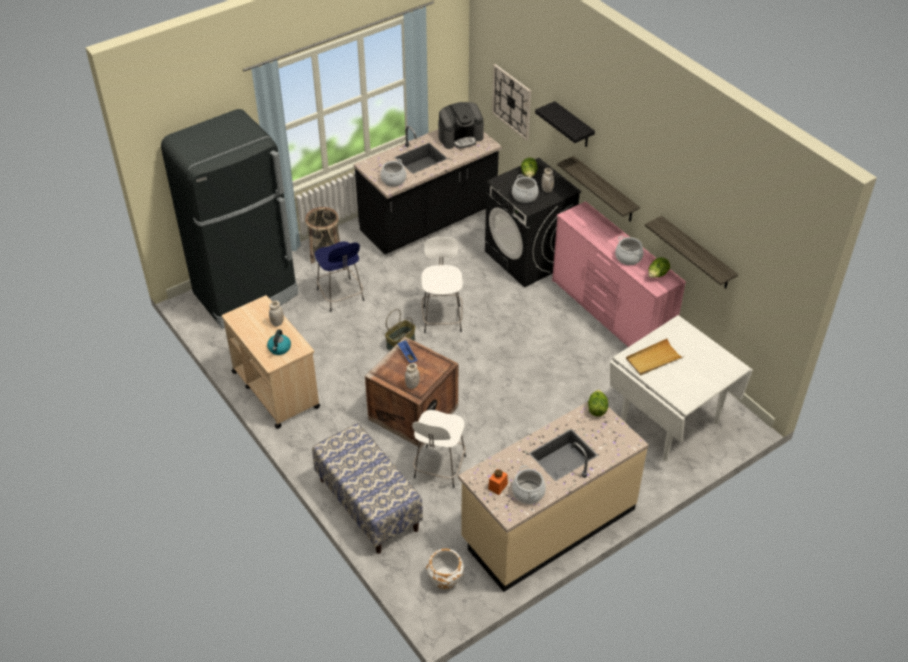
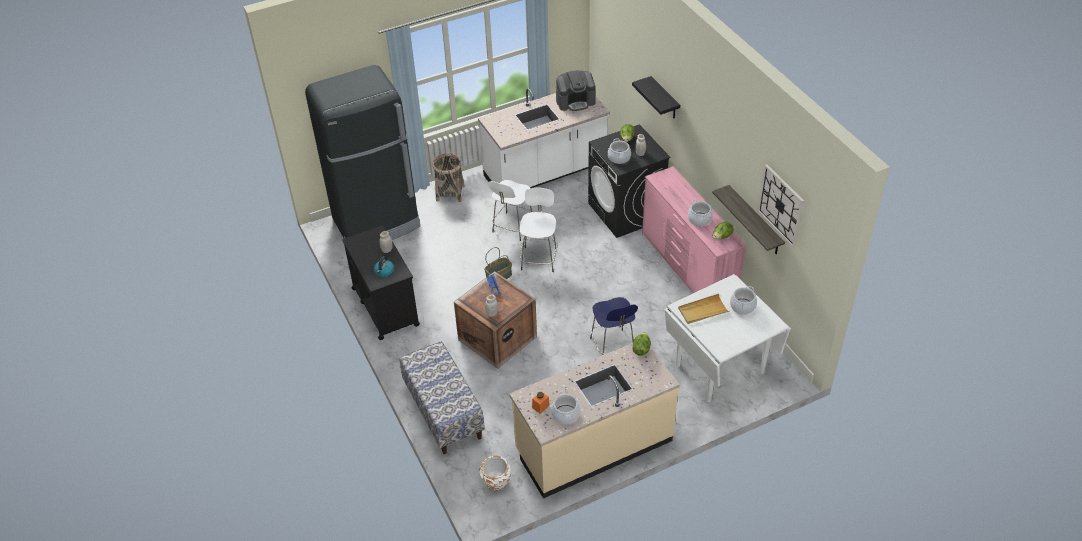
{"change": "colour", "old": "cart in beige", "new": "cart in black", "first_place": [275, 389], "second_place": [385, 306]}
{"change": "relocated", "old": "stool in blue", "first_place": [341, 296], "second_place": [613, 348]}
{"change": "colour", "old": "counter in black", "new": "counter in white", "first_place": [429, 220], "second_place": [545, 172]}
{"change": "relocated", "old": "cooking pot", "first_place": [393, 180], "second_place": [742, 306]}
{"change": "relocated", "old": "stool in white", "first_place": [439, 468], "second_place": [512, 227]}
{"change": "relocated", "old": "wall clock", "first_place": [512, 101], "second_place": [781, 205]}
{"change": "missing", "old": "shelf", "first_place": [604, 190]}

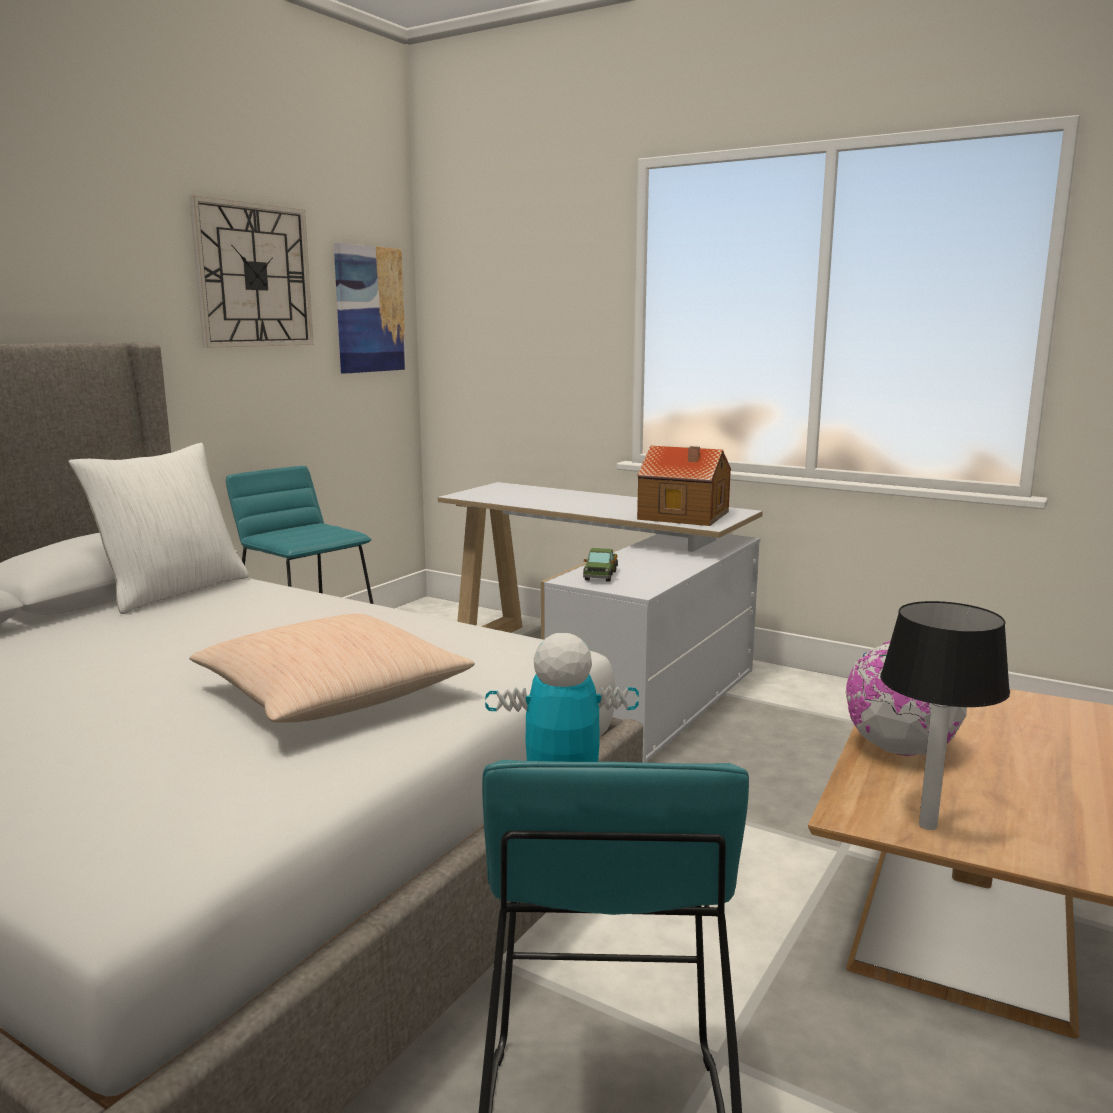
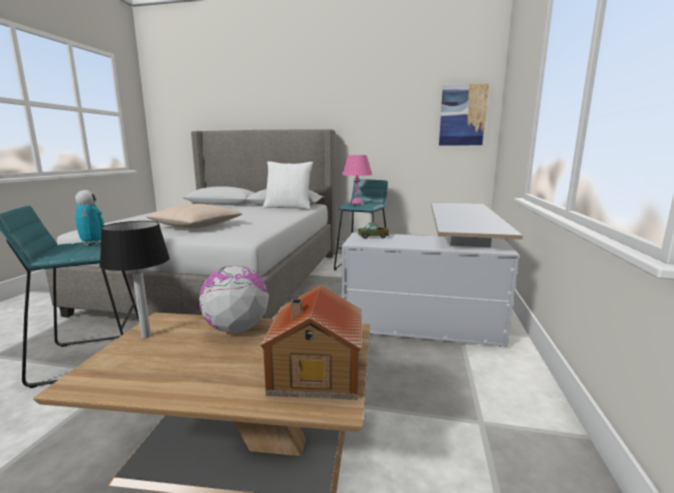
{"change": "missing", "old": "wall clock", "first_place": [254, 276]}
{"change": "relocated", "old": "toy house", "first_place": [684, 516], "second_place": [314, 372]}
{"change": "appeared", "new": "table lamp in pink", "second_place": [356, 204]}

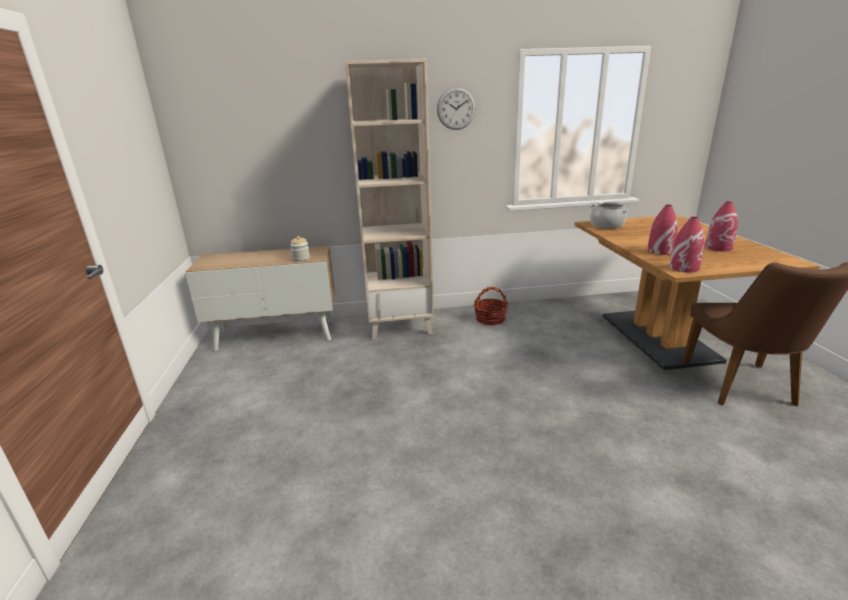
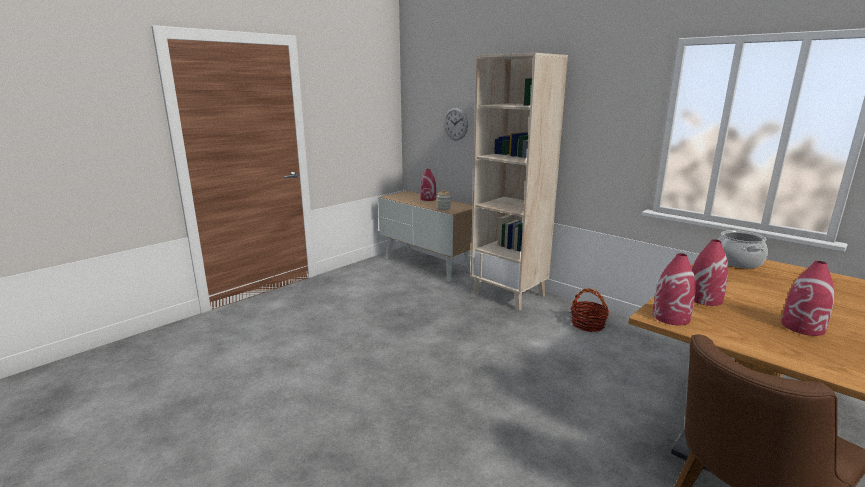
{"change": "relocated", "old": "wall clock", "first_place": [456, 108], "second_place": [455, 124]}
{"change": "appeared", "new": "vase in red", "second_place": [428, 199]}

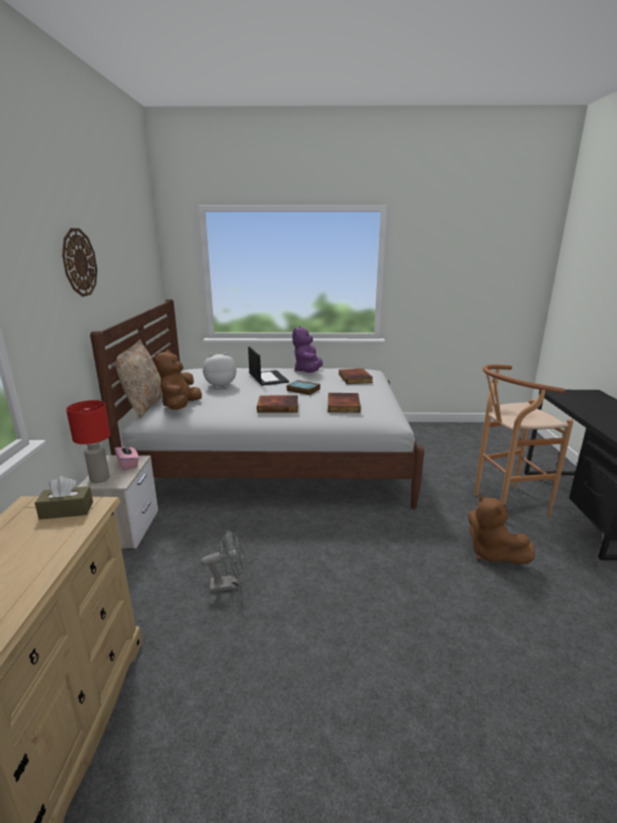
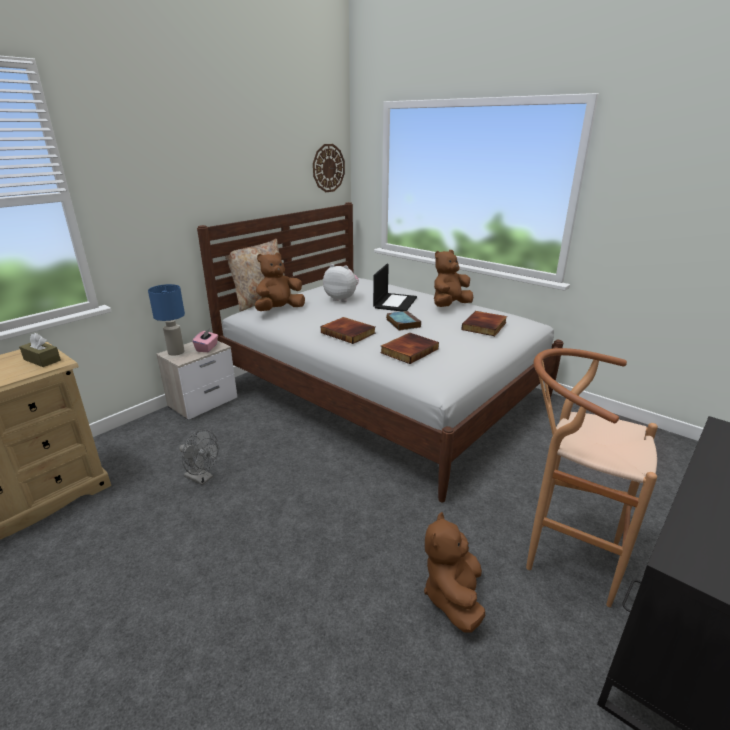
{"change": "relocated", "old": "wall clock", "first_place": [79, 262], "second_place": [328, 168]}
{"change": "colour", "old": "table lamp in red", "new": "table lamp in blue", "first_place": [100, 478], "second_place": [176, 352]}
{"change": "colour", "old": "plush toy in purple", "new": "plush toy in brown", "first_place": [308, 372], "second_place": [449, 306]}

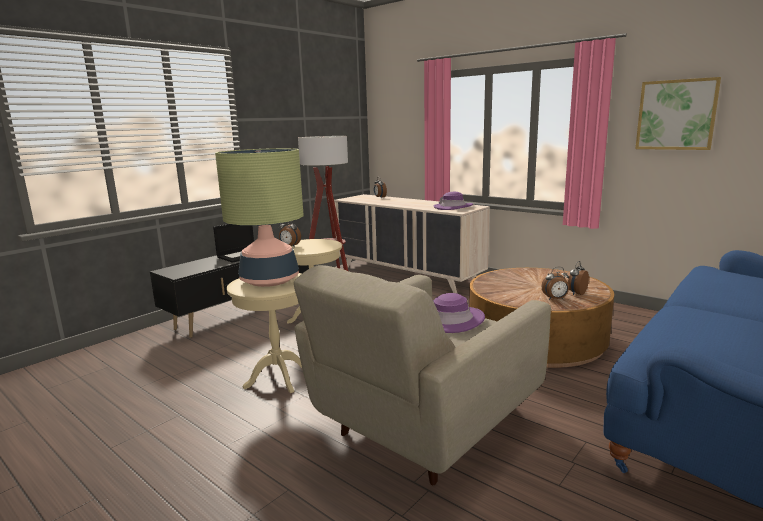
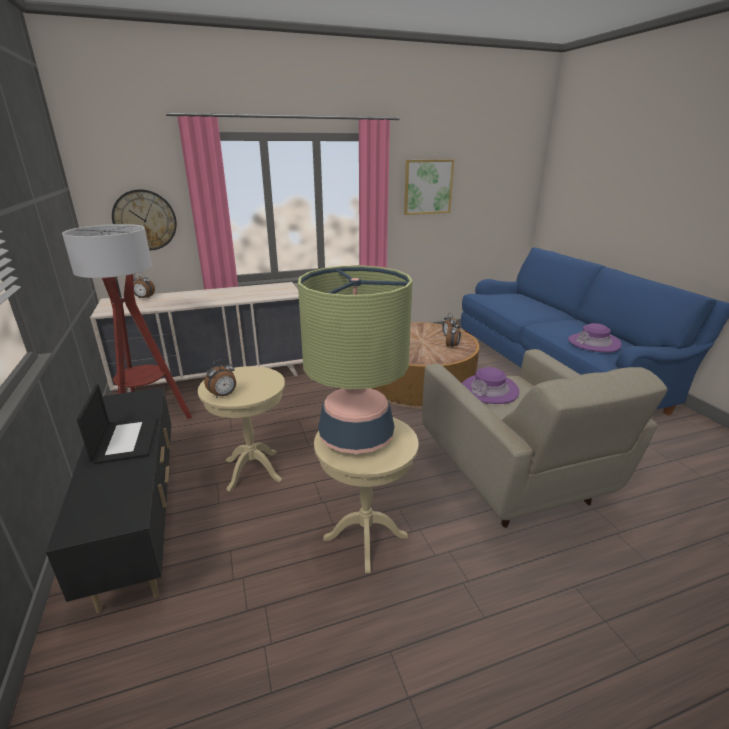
{"change": "relocated", "old": "hat in purple", "first_place": [453, 207], "second_place": [594, 343]}
{"change": "appeared", "new": "wall clock", "second_place": [145, 220]}

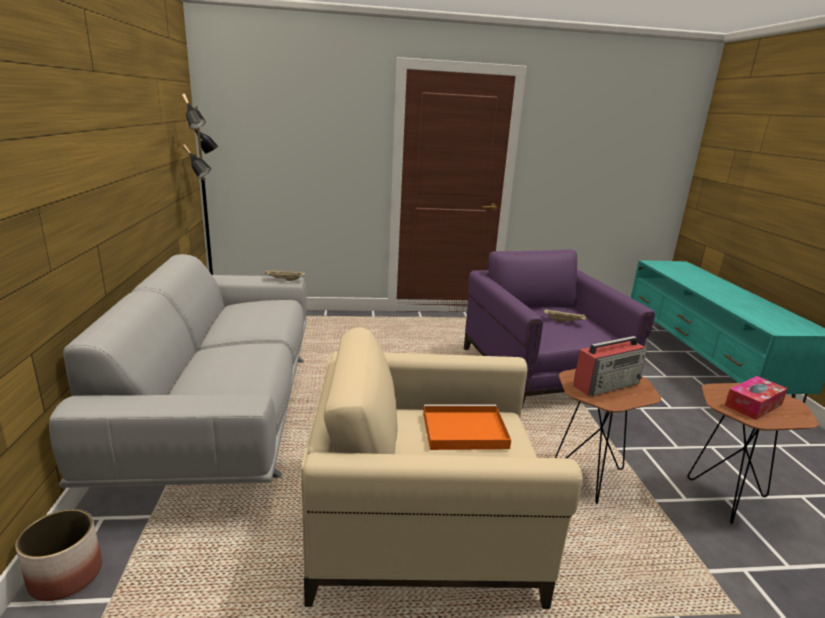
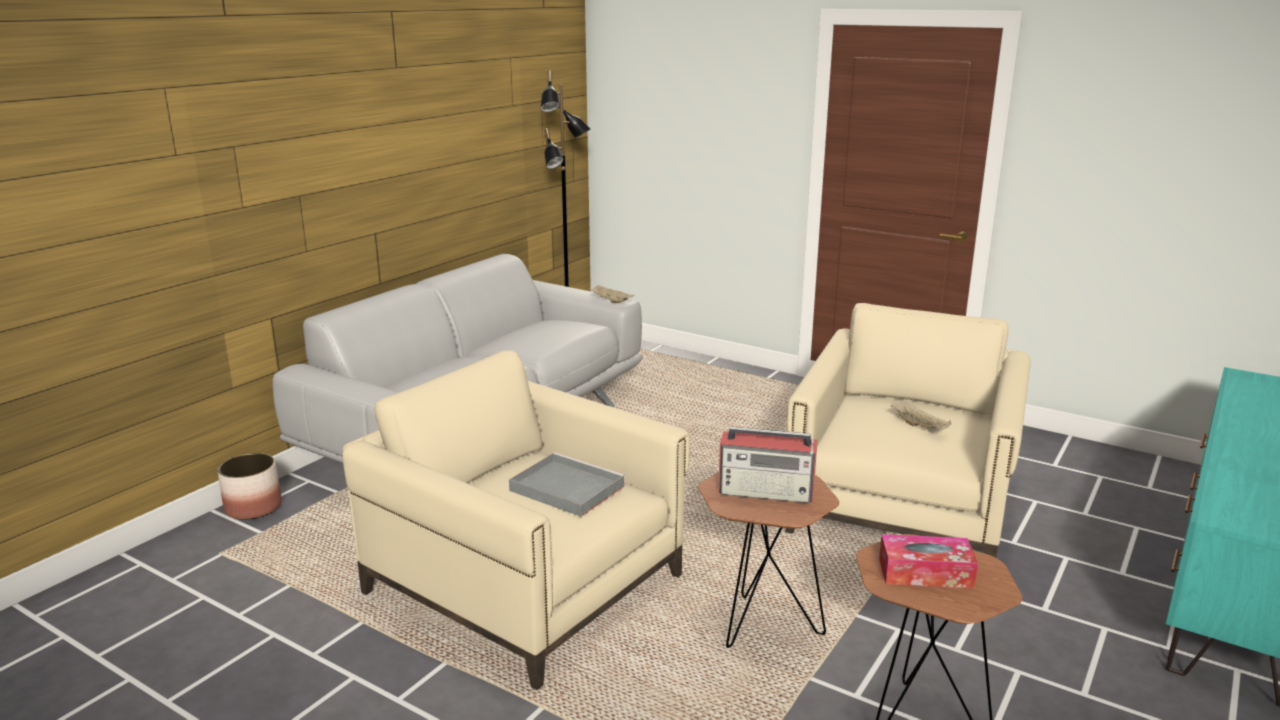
{"change": "colour", "old": "tray in orange", "new": "tray in grey", "first_place": [462, 431], "second_place": [565, 488]}
{"change": "colour", "old": "armchair in purple", "new": "armchair in beige", "first_place": [541, 372], "second_place": [902, 504]}

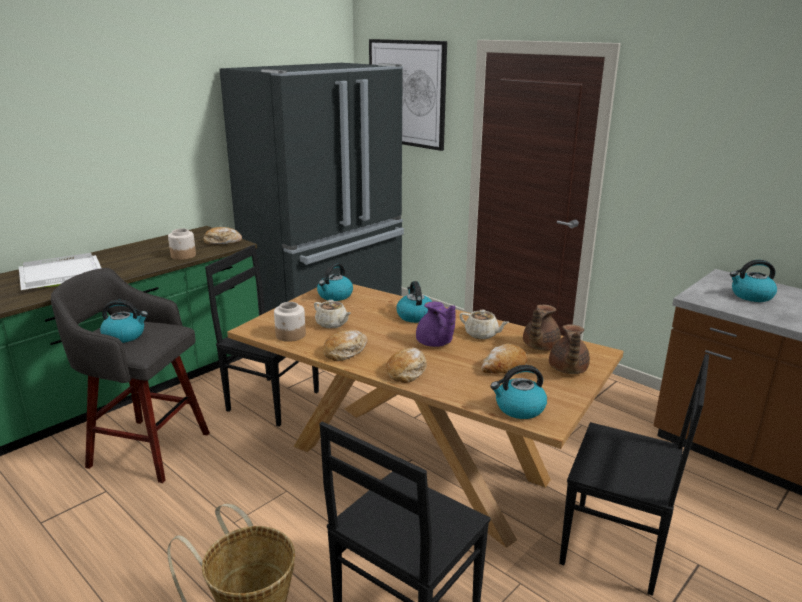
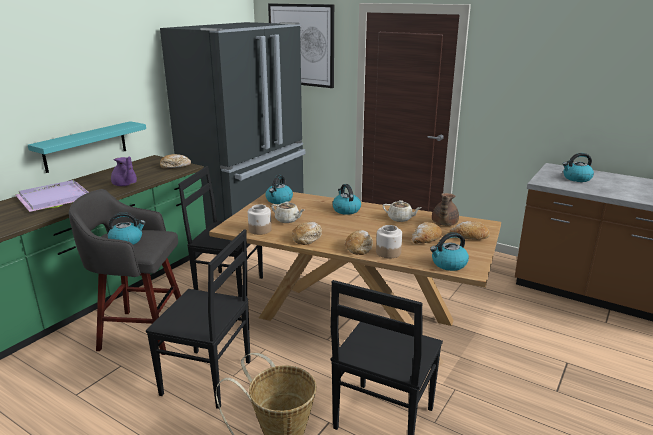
{"change": "colour", "old": "tray in white", "new": "tray in purple", "first_place": [63, 275], "second_place": [56, 198]}
{"change": "relocated", "old": "jar", "first_place": [183, 256], "second_place": [388, 252]}
{"change": "relocated", "old": "teapot in purple", "first_place": [435, 343], "second_place": [125, 185]}
{"change": "exchanged", "old": "teapot in brown", "new": "bread", "first_place": [567, 369], "second_place": [469, 237]}
{"change": "relocated", "old": "chair in black", "first_place": [617, 547], "second_place": [209, 378]}
{"change": "appeared", "new": "shelf in turquoise", "second_place": [85, 146]}

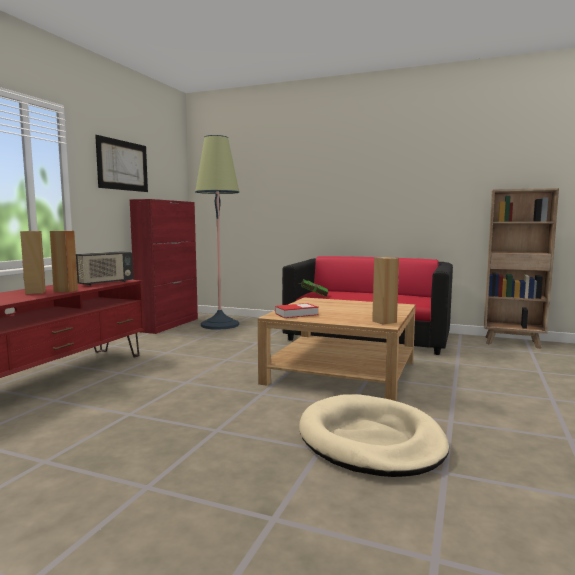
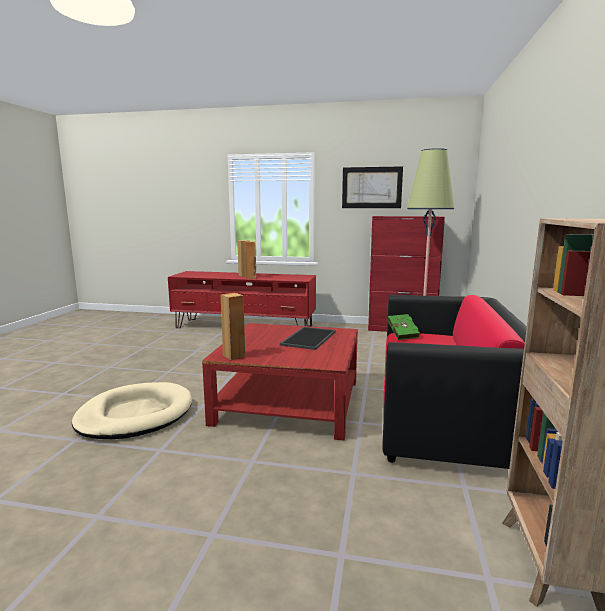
{"change": "missing", "old": "radio", "first_place": [105, 283]}
{"change": "colour", "old": "coffee table in beige", "new": "coffee table in red", "first_place": [341, 372], "second_place": [289, 401]}
{"change": "missing", "old": "book", "first_place": [296, 314]}
{"change": "appeared", "new": "tray", "second_place": [308, 338]}

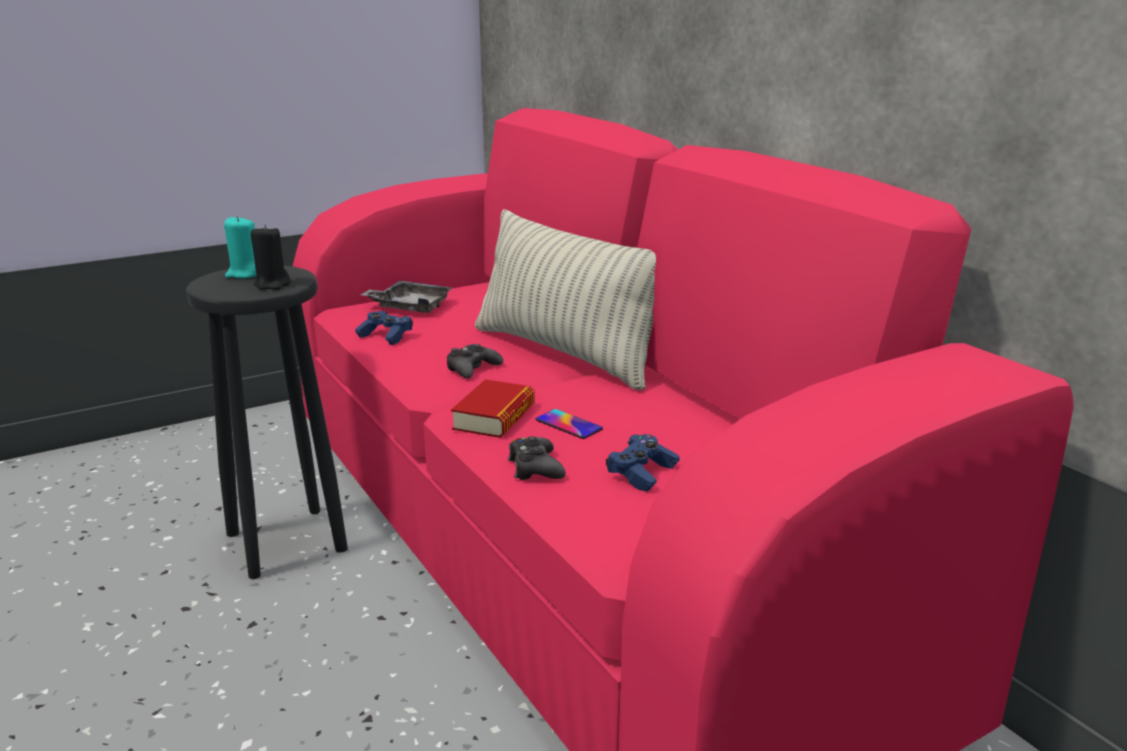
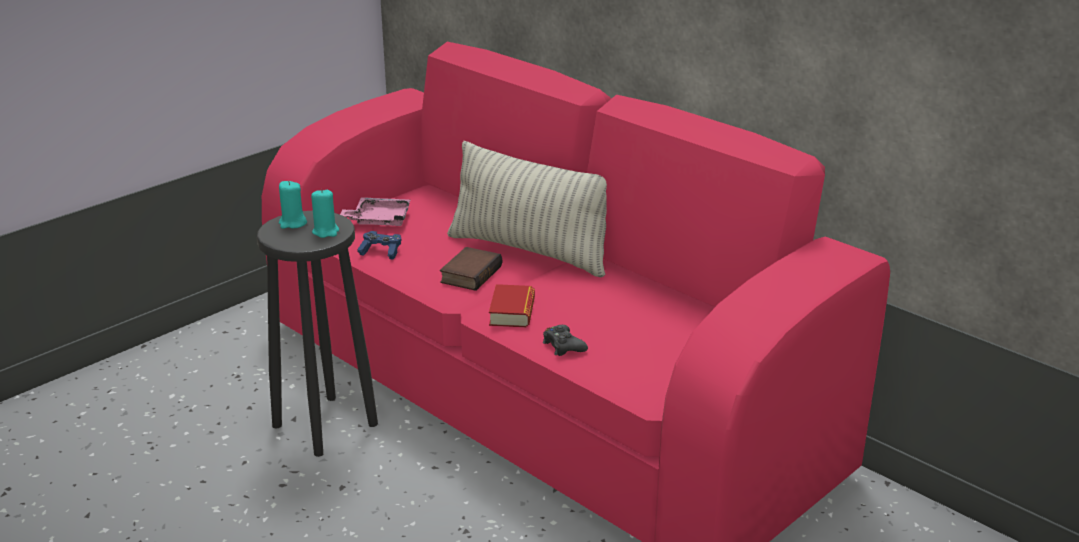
{"change": "colour", "old": "candle in black", "new": "candle in turquoise", "first_place": [272, 284], "second_place": [326, 232]}
{"change": "colour", "old": "tray in grey", "new": "tray in pink", "first_place": [410, 307], "second_place": [379, 220]}
{"change": "exchanged", "old": "game controller in black", "new": "book", "first_place": [472, 369], "second_place": [470, 274]}
{"change": "missing", "old": "phone", "first_place": [568, 424]}
{"change": "missing", "old": "game controller in blue", "first_place": [642, 473]}

